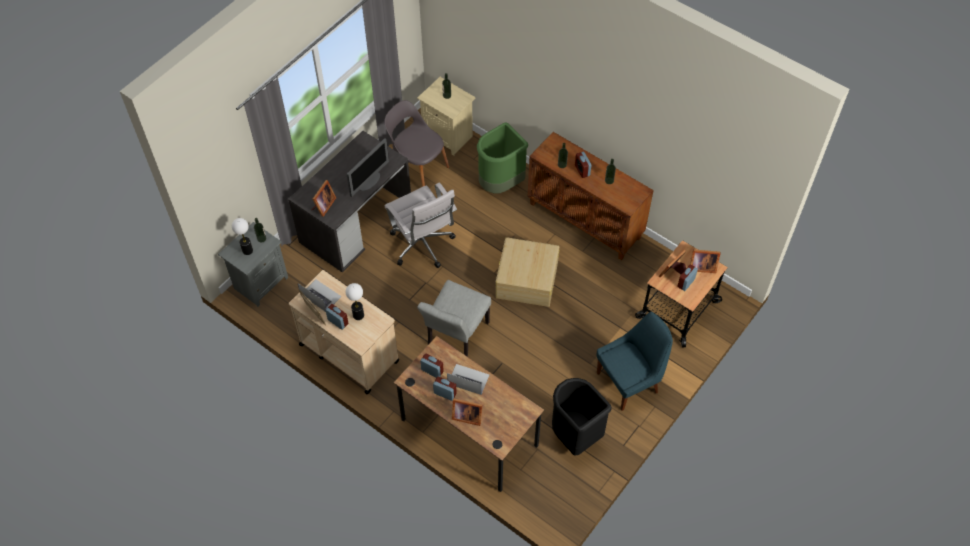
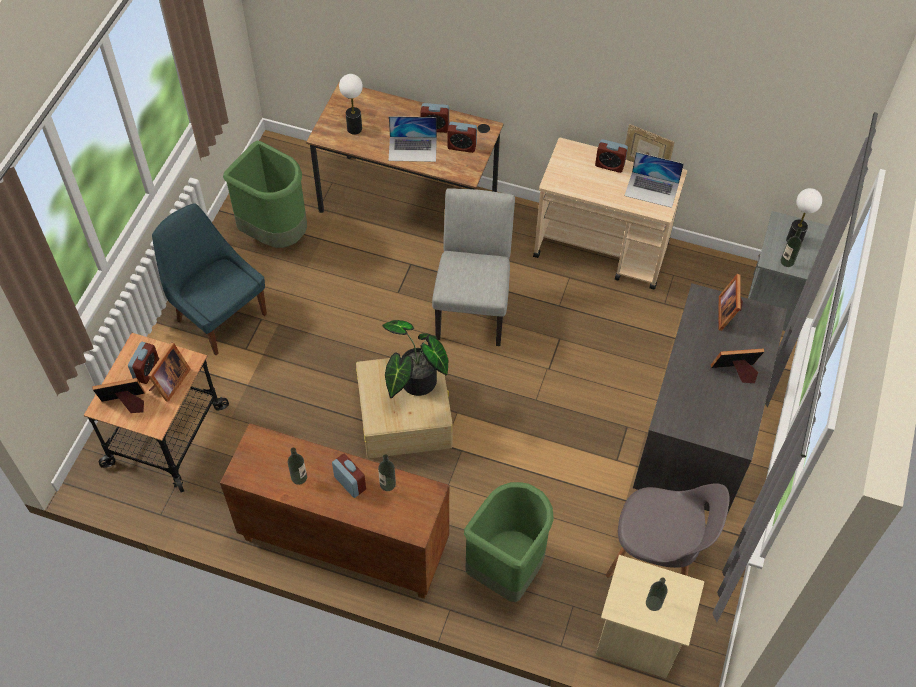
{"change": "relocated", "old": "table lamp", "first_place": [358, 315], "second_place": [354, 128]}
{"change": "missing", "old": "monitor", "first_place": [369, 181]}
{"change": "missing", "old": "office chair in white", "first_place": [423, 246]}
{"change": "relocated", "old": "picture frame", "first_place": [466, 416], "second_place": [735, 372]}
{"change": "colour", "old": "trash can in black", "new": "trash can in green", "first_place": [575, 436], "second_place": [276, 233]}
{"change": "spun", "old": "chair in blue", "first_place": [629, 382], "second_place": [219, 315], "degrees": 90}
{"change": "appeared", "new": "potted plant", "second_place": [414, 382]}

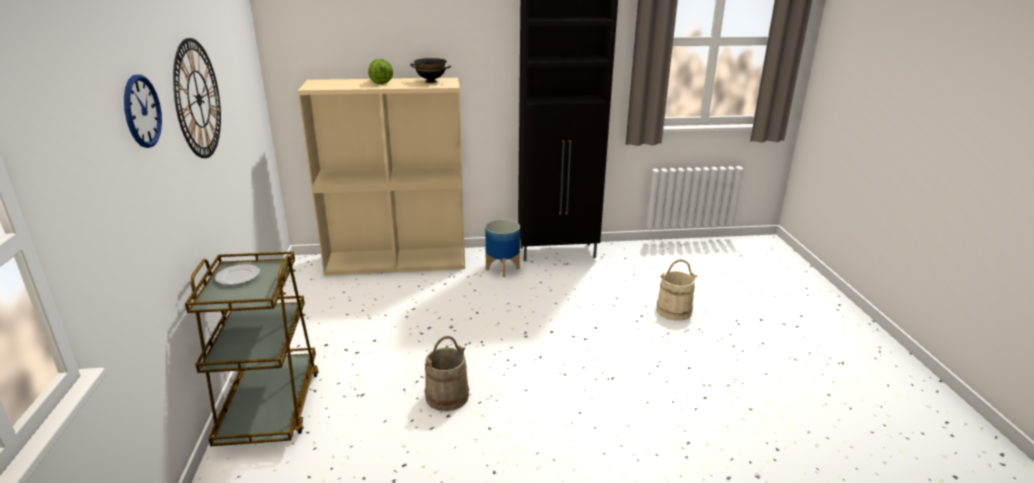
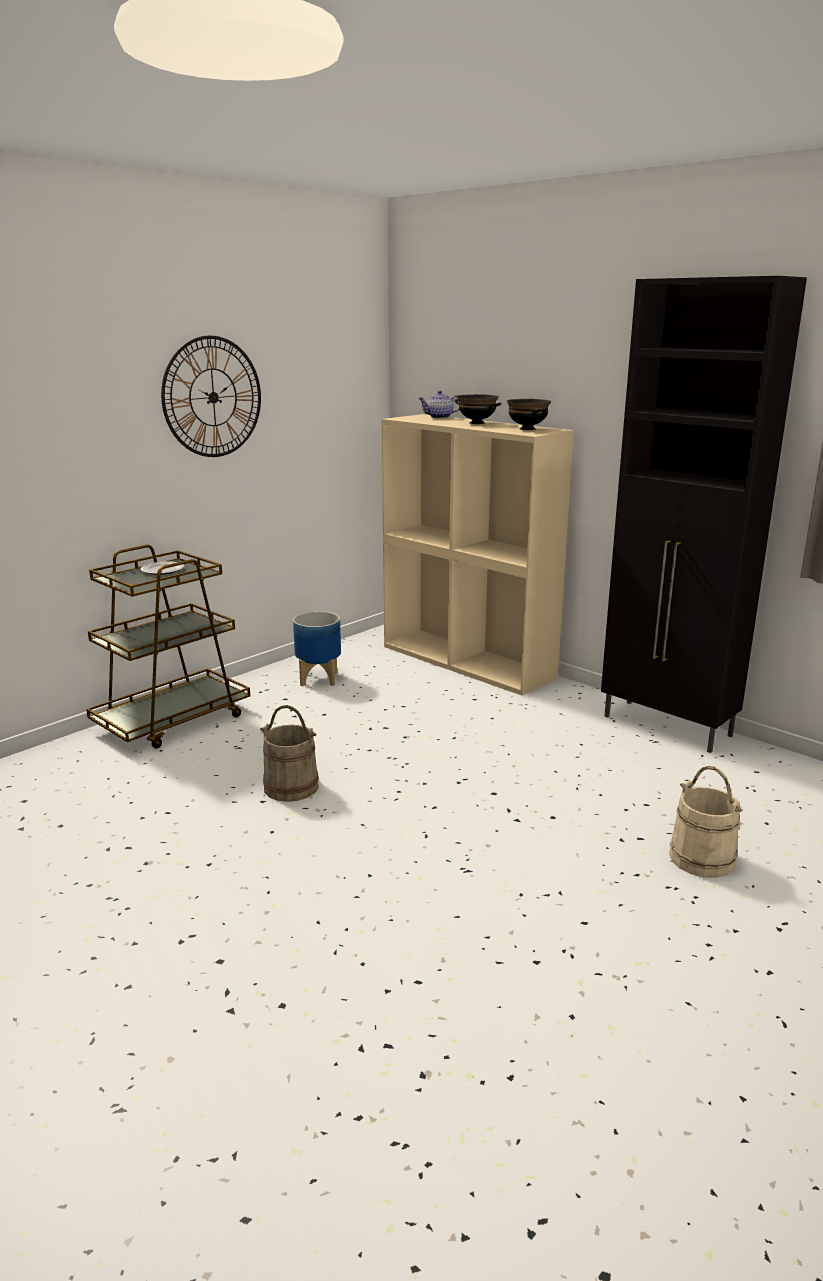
{"change": "missing", "old": "wall clock", "first_place": [142, 111]}
{"change": "exchanged", "old": "lettuce", "new": "bowl in black", "first_place": [381, 82], "second_place": [476, 423]}
{"change": "relocated", "old": "planter", "first_place": [502, 269], "second_place": [318, 678]}
{"change": "appeared", "new": "teapot", "second_place": [439, 417]}

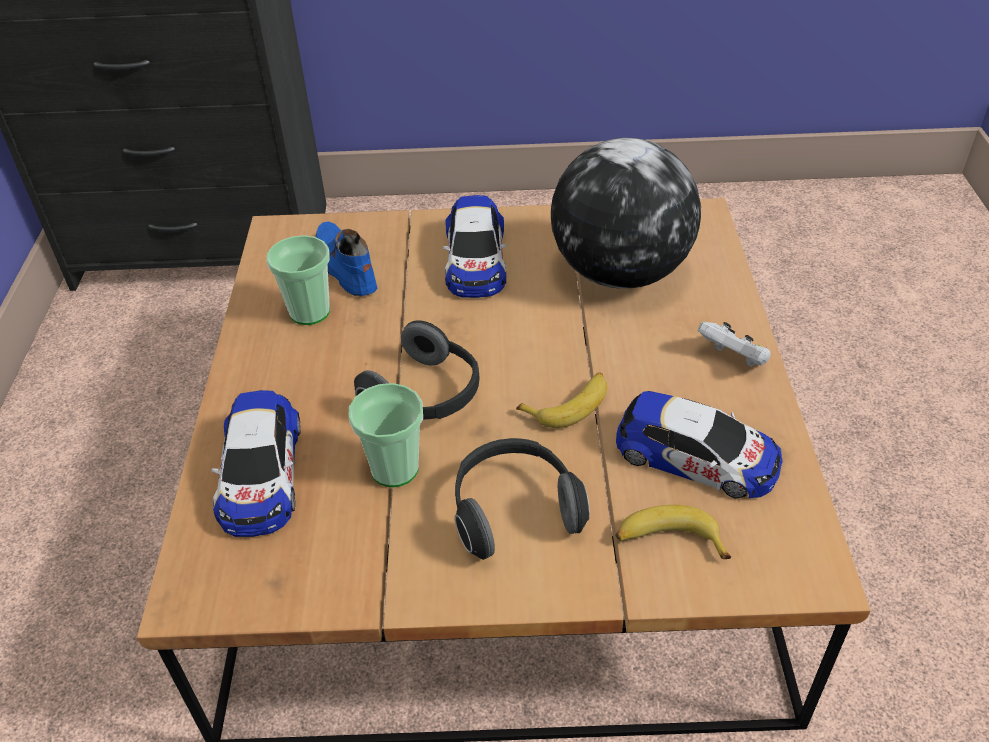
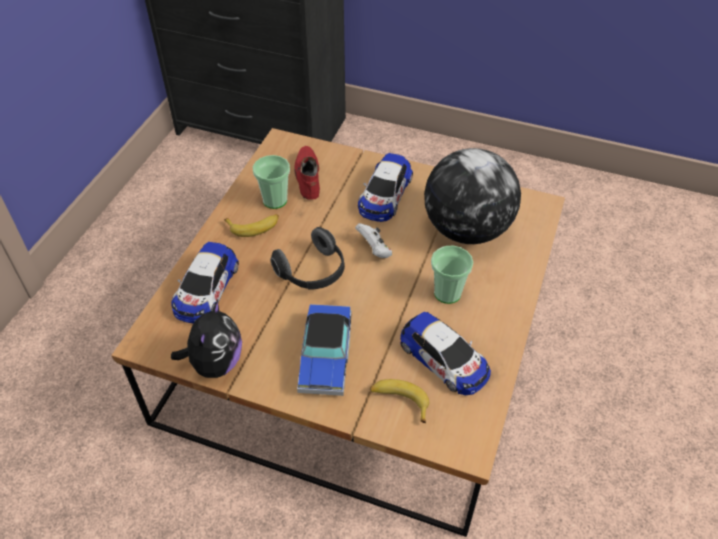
{"change": "colour", "old": "shoe in blue", "new": "shoe in red", "first_place": [344, 267], "second_place": [307, 177]}
{"change": "relocated", "old": "cup", "first_place": [394, 469], "second_place": [447, 293]}
{"change": "exchanged", "old": "headphones", "new": "toy car", "first_place": [514, 510], "second_place": [325, 355]}
{"change": "relocated", "old": "banana", "first_place": [569, 405], "second_place": [254, 226]}
{"change": "relocated", "old": "game controller in white", "first_place": [733, 359], "second_place": [374, 250]}
{"change": "appeared", "new": "plush toy", "second_place": [215, 363]}

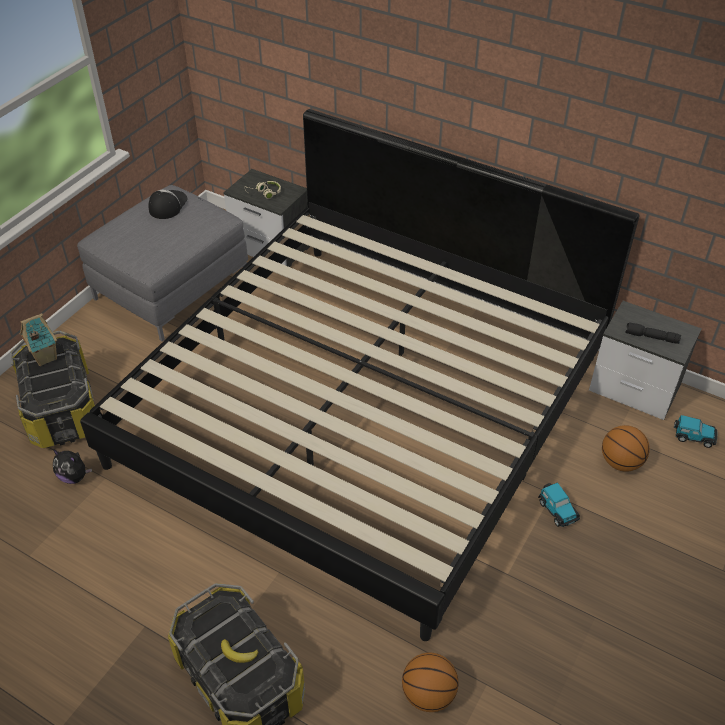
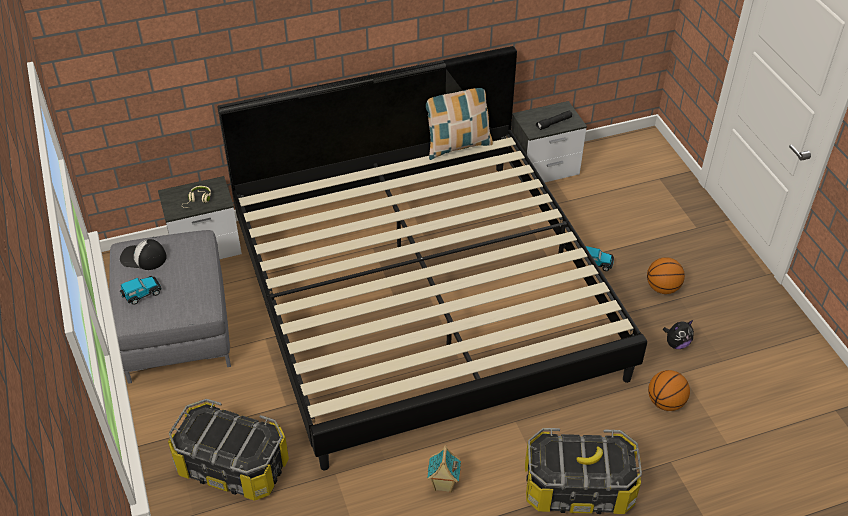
{"change": "relocated", "old": "toy house", "first_place": [44, 358], "second_place": [443, 484]}
{"change": "relocated", "old": "plush toy", "first_place": [74, 477], "second_place": [676, 344]}
{"change": "spun", "old": "cap", "first_place": [167, 205], "second_place": [143, 258], "degrees": -45}
{"change": "relocated", "old": "basketball", "first_place": [620, 462], "second_place": [662, 288]}
{"change": "relocated", "old": "toy car", "first_place": [693, 436], "second_place": [141, 294]}
{"change": "appeared", "new": "pillow", "second_place": [457, 145]}

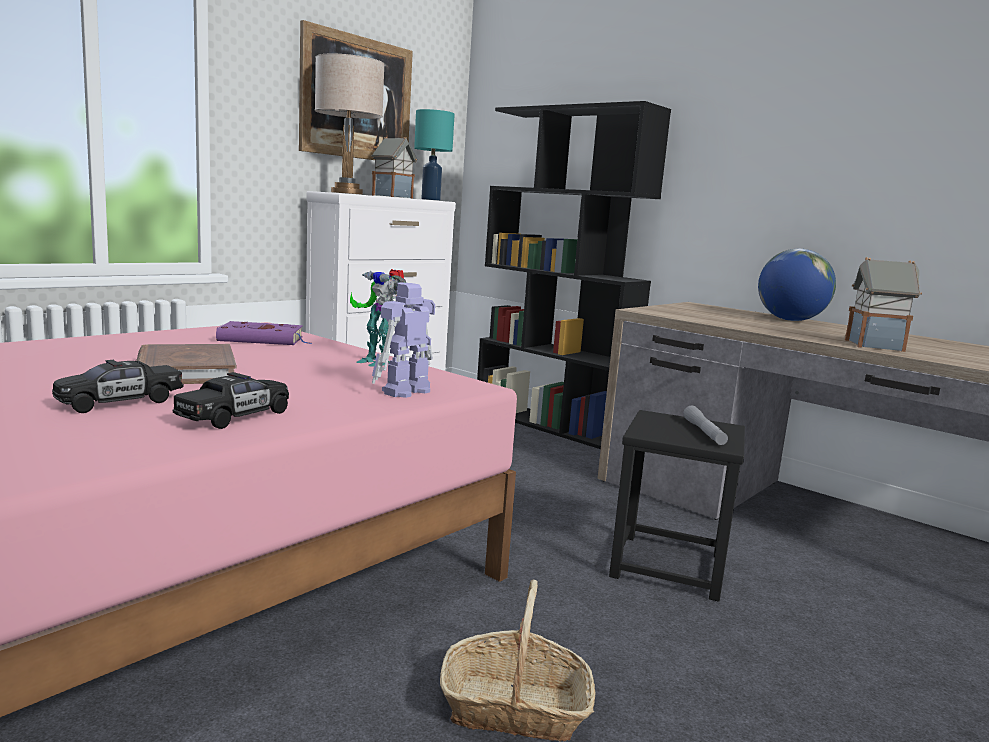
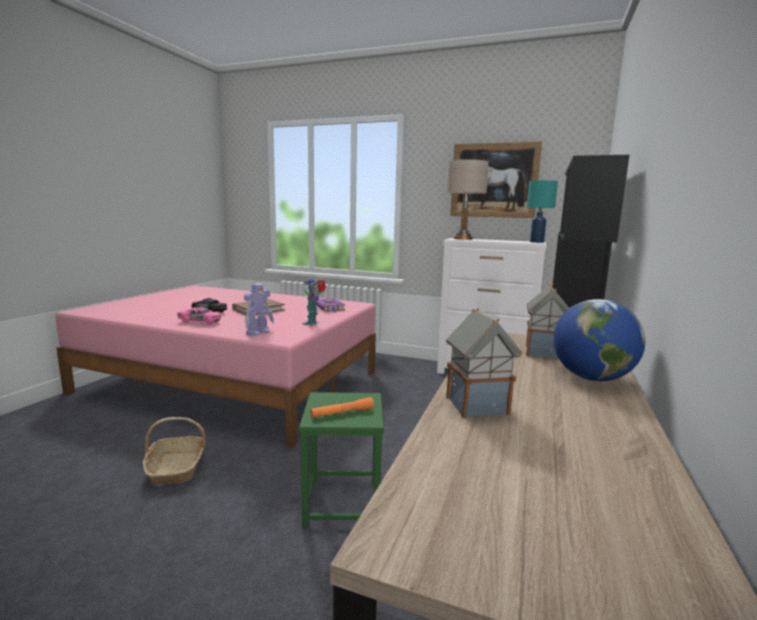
{"change": "colour", "old": "toy car in black", "new": "toy car in pink", "first_place": [235, 417], "second_place": [200, 322]}
{"change": "relocated", "old": "toy house", "first_place": [393, 197], "second_place": [544, 353]}
{"change": "spun", "old": "toy robot", "first_place": [405, 391], "second_place": [258, 332], "degrees": 105}
{"change": "colour", "old": "stool in black", "new": "stool in green", "first_place": [668, 566], "second_place": [342, 500]}
{"change": "colour", "old": "flashlight in grey", "new": "flashlight in orange", "first_place": [704, 433], "second_place": [342, 413]}

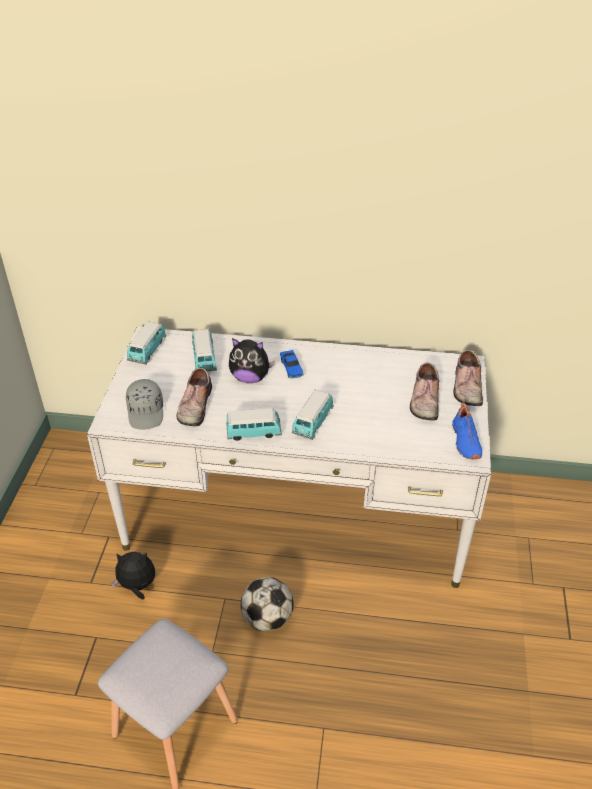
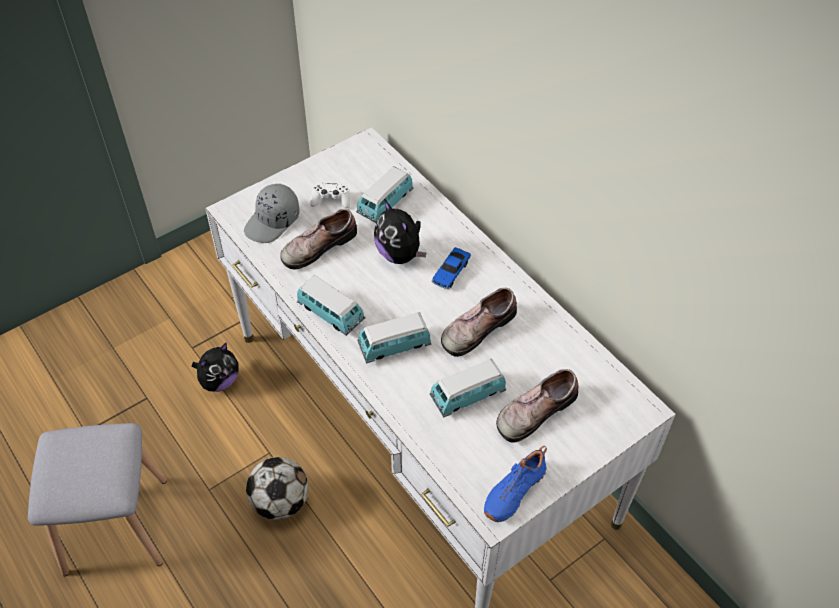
{"change": "spun", "old": "plush toy", "first_place": [137, 586], "second_place": [219, 381], "degrees": 90}
{"change": "relocated", "old": "toy car", "first_place": [147, 351], "second_place": [467, 396]}
{"change": "relocated", "old": "shoe", "first_place": [466, 386], "second_place": [476, 328]}
{"change": "appeared", "new": "game controller in white", "second_place": [331, 200]}

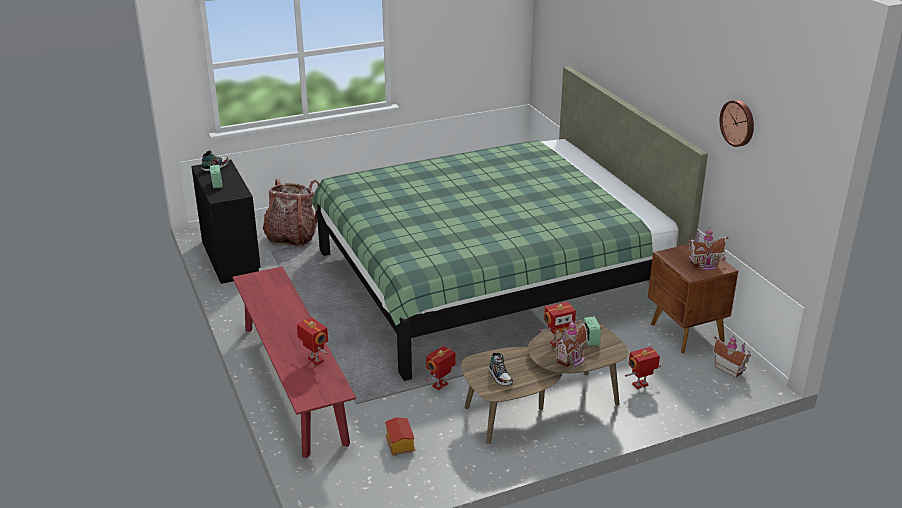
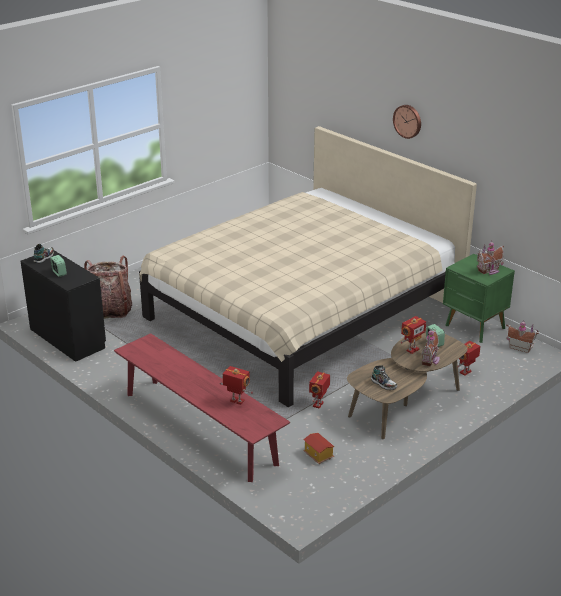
{"change": "colour", "old": "bed in green", "new": "bed in beige", "first_place": [491, 277], "second_place": [302, 313]}
{"change": "colour", "old": "nightstand in brown", "new": "nightstand in green", "first_place": [686, 333], "second_place": [475, 327]}
{"change": "relocated", "old": "wall clock", "first_place": [738, 123], "second_place": [408, 121]}

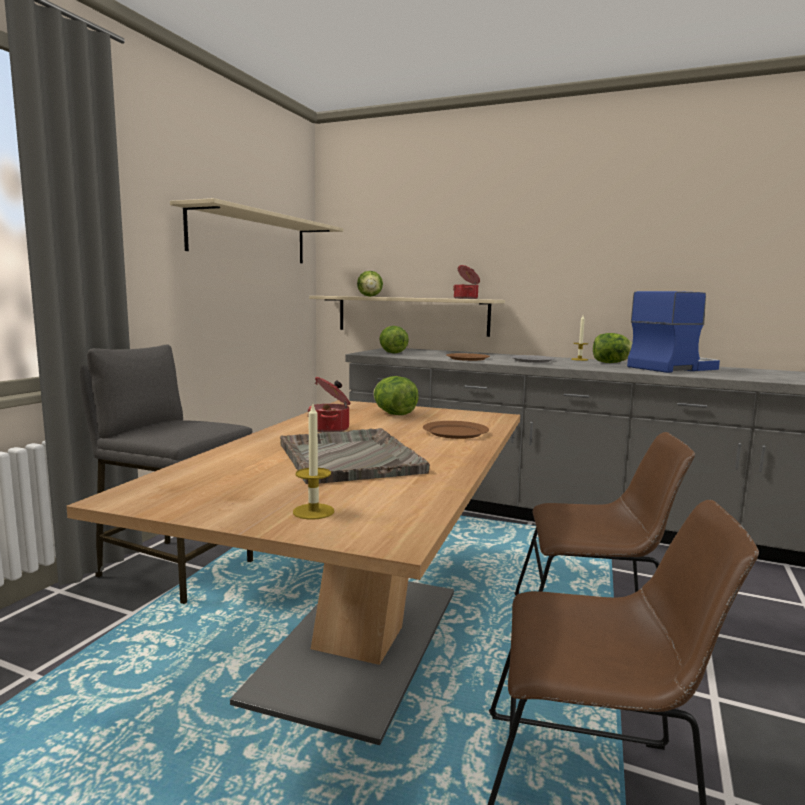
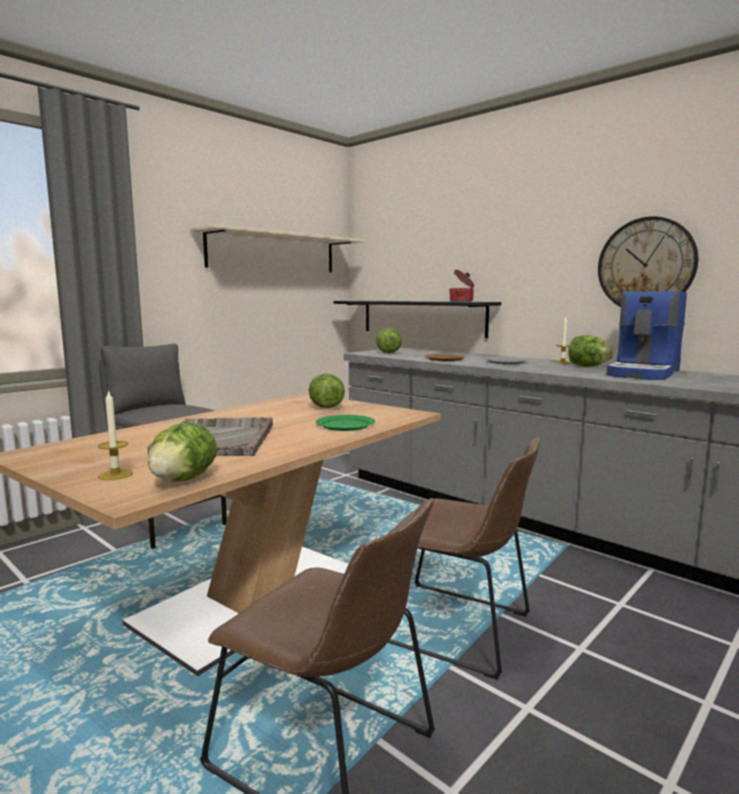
{"change": "missing", "old": "cooking pot", "first_place": [330, 429]}
{"change": "colour", "old": "shelf in beige", "new": "shelf in black", "first_place": [411, 315], "second_place": [422, 317]}
{"change": "relocated", "old": "lettuce", "first_place": [370, 296], "second_place": [183, 480]}
{"change": "colour", "old": "plate in brown", "new": "plate in green", "first_place": [456, 432], "second_place": [345, 425]}
{"change": "spun", "old": "coffee machine", "first_place": [672, 368], "second_place": [645, 373], "degrees": 135}
{"change": "appeared", "new": "wall clock", "second_place": [646, 265]}

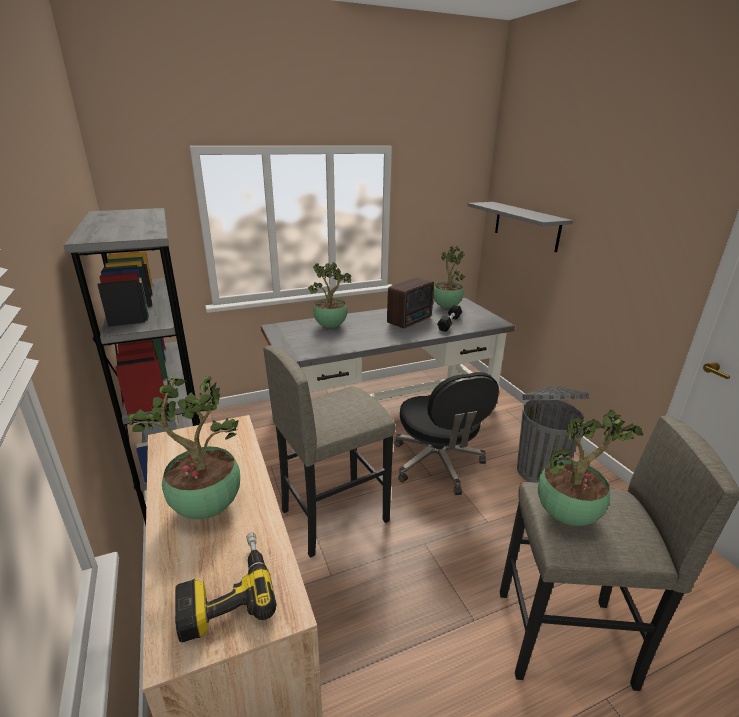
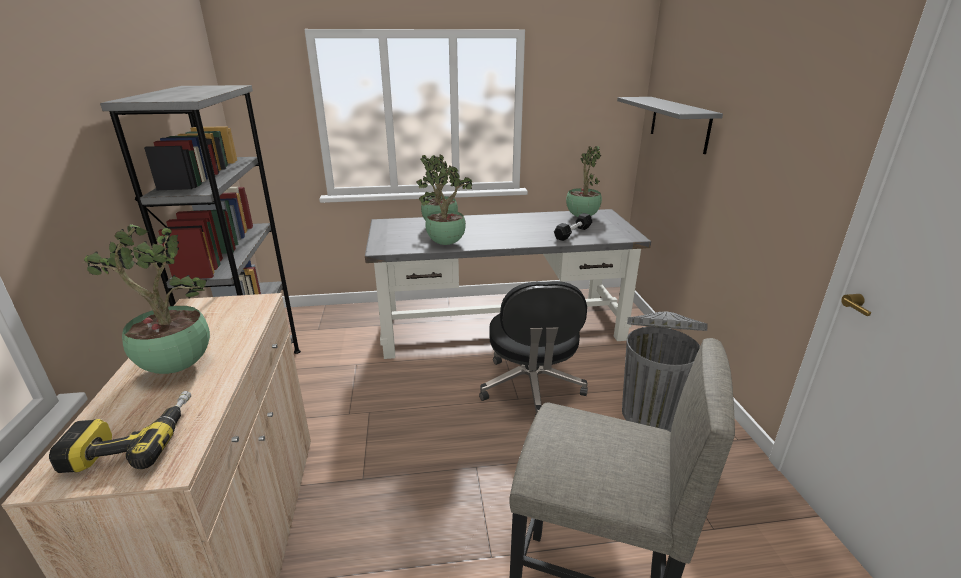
{"change": "missing", "old": "stool in grey", "first_place": [334, 515]}
{"change": "missing", "old": "radio", "first_place": [411, 321]}
{"change": "relocated", "old": "potted plant", "first_place": [567, 515], "second_place": [447, 243]}

